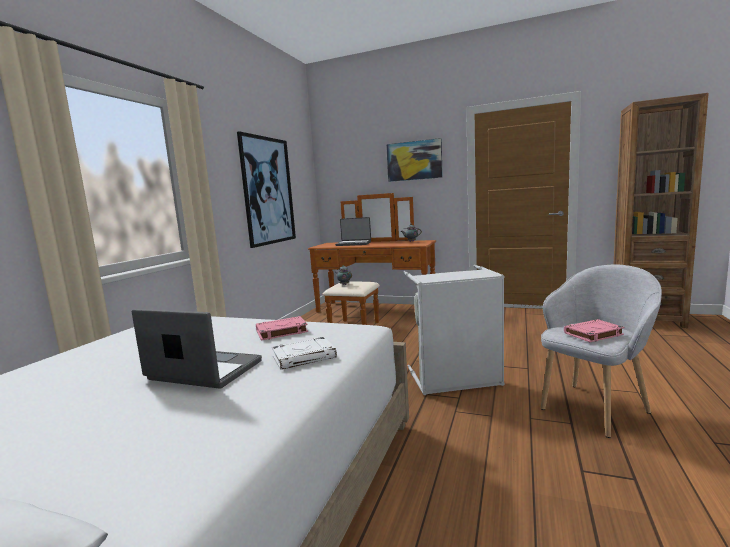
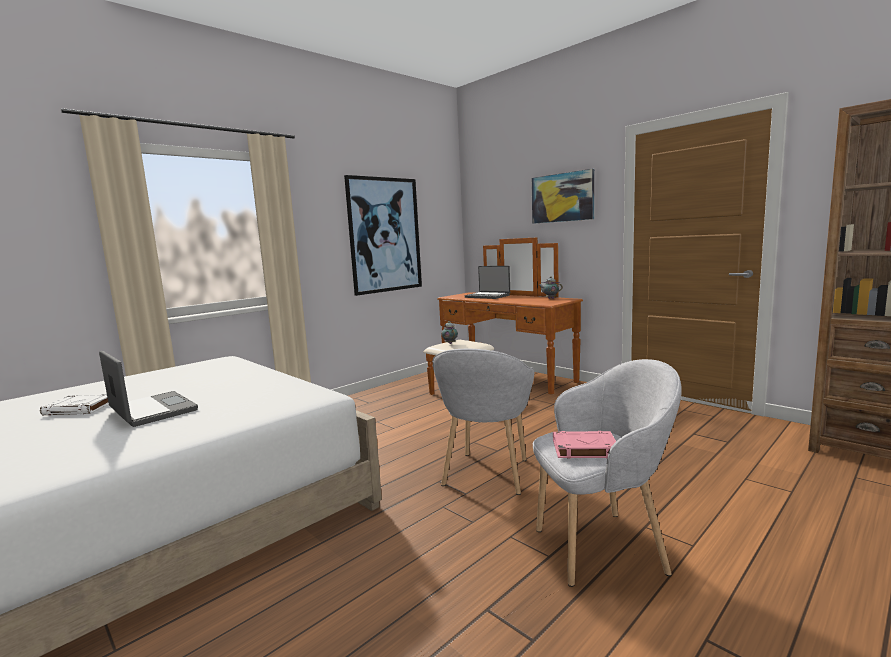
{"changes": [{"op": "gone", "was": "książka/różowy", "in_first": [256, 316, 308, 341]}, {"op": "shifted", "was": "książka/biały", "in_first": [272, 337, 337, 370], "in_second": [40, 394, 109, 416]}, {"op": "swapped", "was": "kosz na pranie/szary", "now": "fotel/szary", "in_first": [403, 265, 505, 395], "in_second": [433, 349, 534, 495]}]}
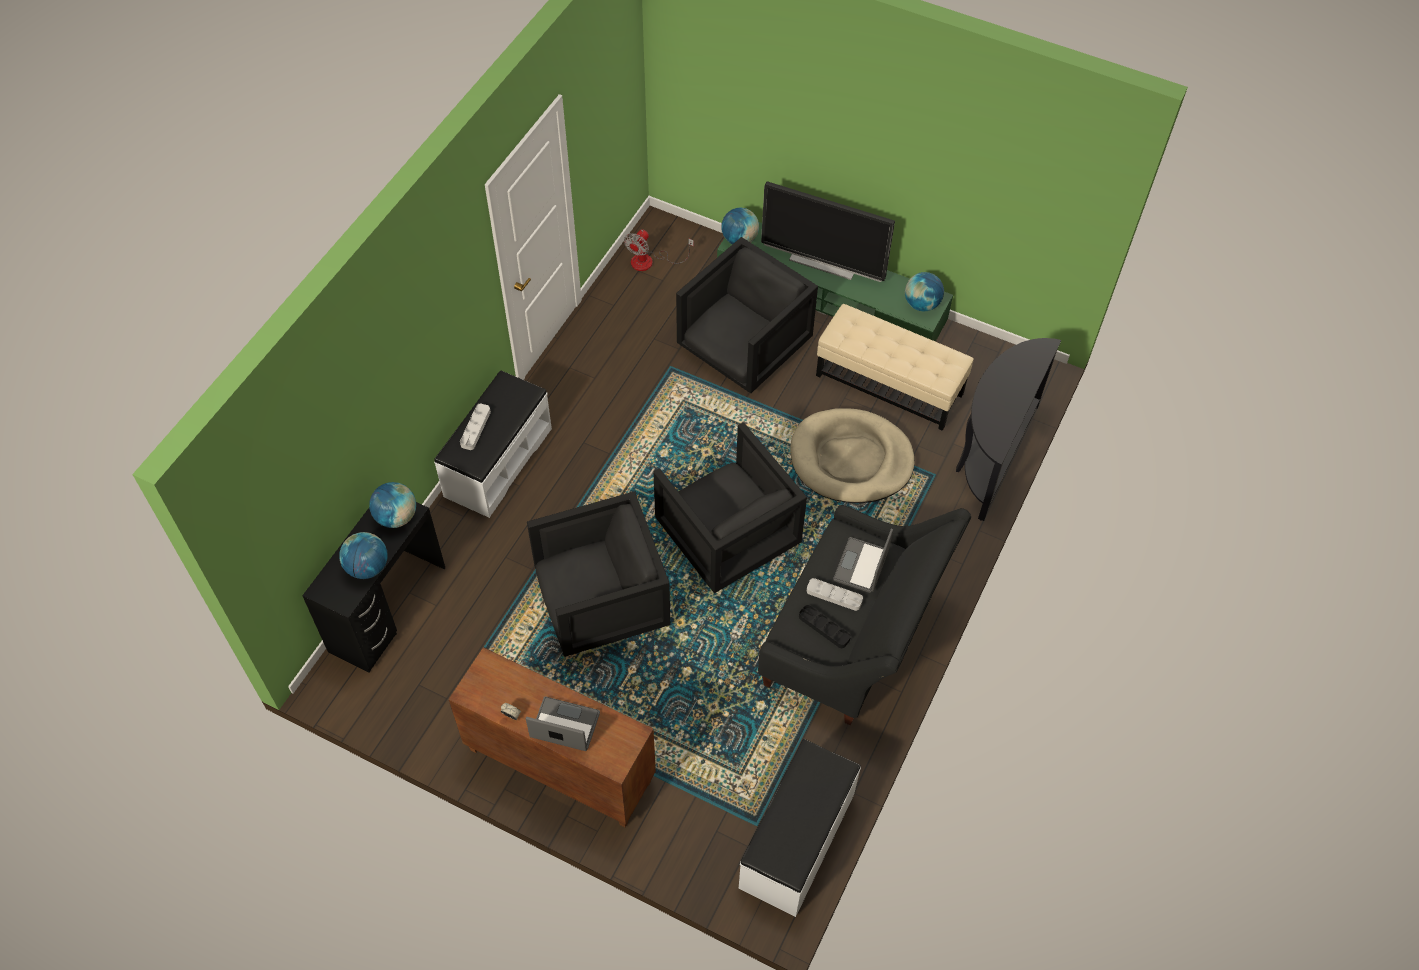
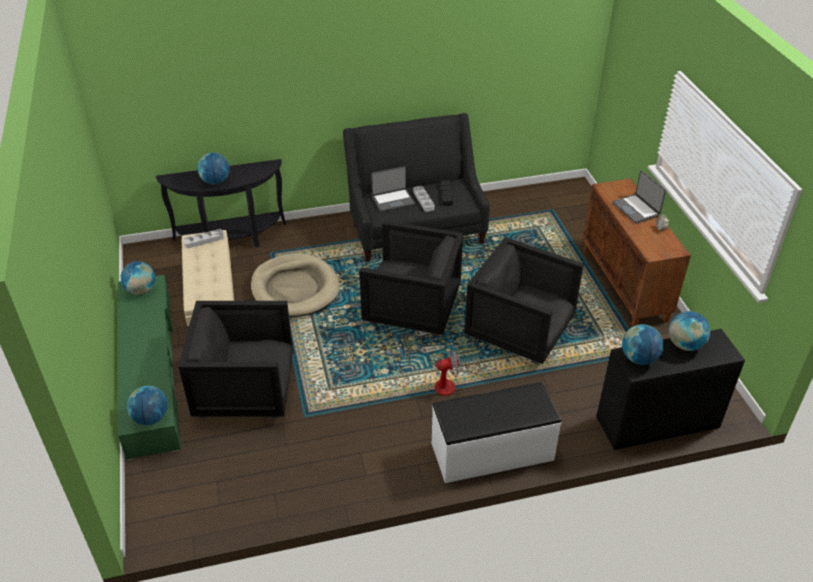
{"changes": [{"op": "gone", "was": "ławka/biały", "in_first": [739, 739, 861, 917]}, {"op": "gone", "was": "telewizor", "in_first": [761, 181, 895, 282]}, {"op": "new", "now": "globus", "in_second": [197, 152, 230, 184]}, {"op": "shifted", "was": "taca/szary", "in_first": [460, 403, 491, 450], "in_second": [183, 229, 224, 248]}, {"op": "shifted", "was": "wentylator", "in_first": [624, 229, 694, 271], "in_second": [405, 350, 461, 396]}, {"op": "rotated", "was": "fotel/czarny", "in_first": [653, 422, 807, 593], "in_second": [359, 220, 463, 336], "clockwise": 90}]}
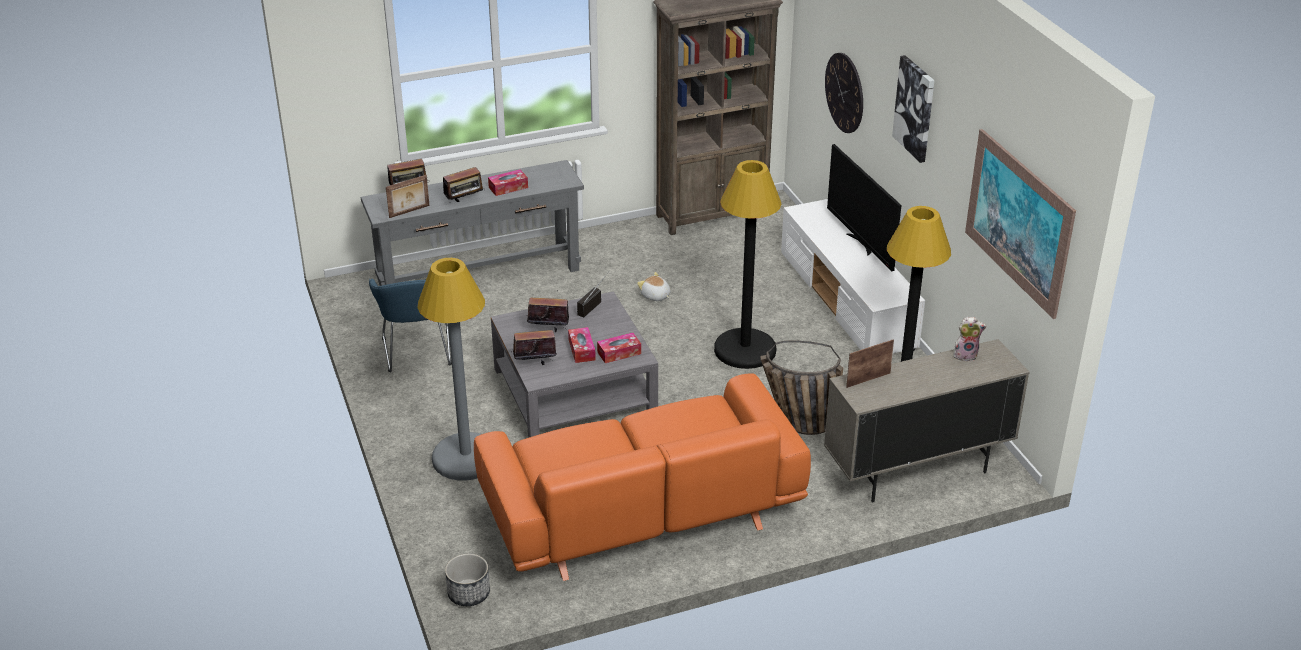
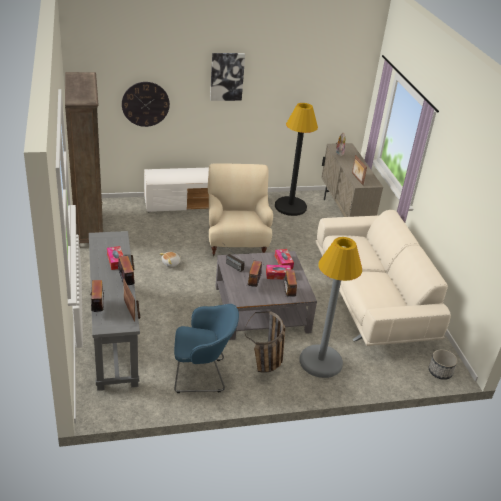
{"changes": [{"op": "gone", "was": "telewizor", "in_first": [827, 144, 901, 271]}, {"op": "gone", "was": "obraz", "in_first": [965, 129, 1076, 319]}, {"op": "shifted", "was": "koszyk", "in_first": [761, 340, 843, 435], "in_second": [245, 311, 285, 373]}, {"op": "swapped", "was": "lampa stojąca/czarny", "now": "fotel/beżowy", "in_first": [714, 160, 781, 369], "in_second": [208, 163, 273, 257]}, {"op": "repainted", "was": "kanapa/pomarańczowy", "now": "kanapa/beżowy", "in_first": [474, 373, 811, 581], "in_second": [316, 210, 451, 346]}]}
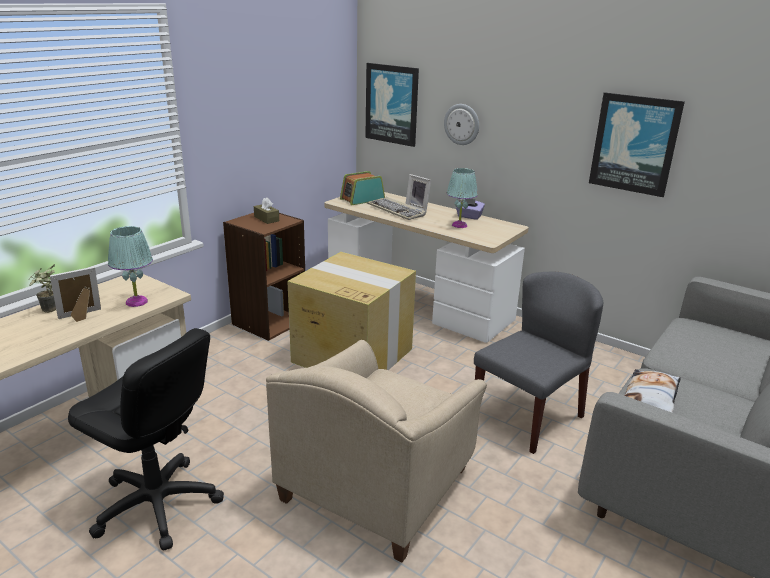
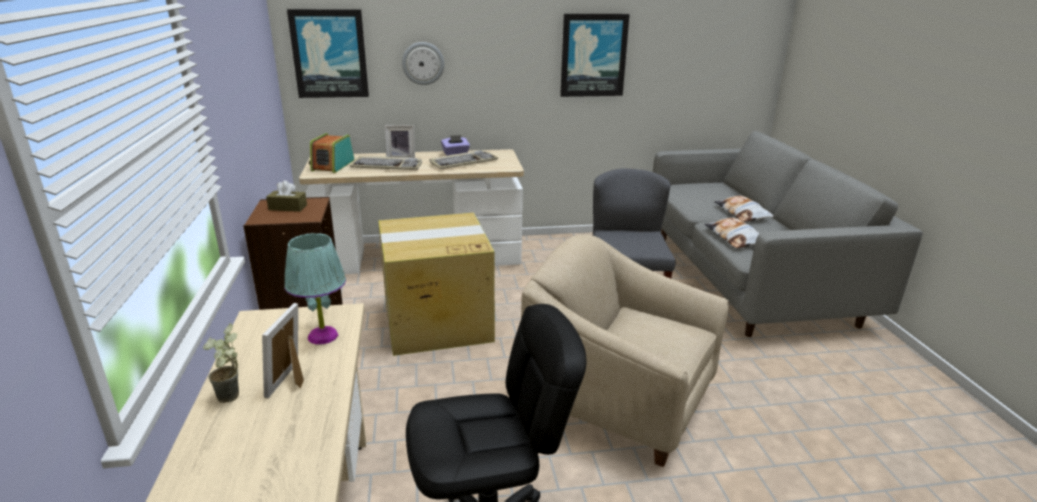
{"changes": [{"op": "new", "now": "poduszka", "in_second": [715, 196, 774, 222]}, {"op": "swapped", "was": "lampa stołowa/turkusowy", "now": "klawiatura", "in_first": [447, 168, 478, 228], "in_second": [430, 150, 498, 169]}, {"op": "rotated", "was": "fotel/beżowy", "in_first": [266, 340, 487, 562], "in_second": [521, 234, 729, 467], "clockwise": 135}]}
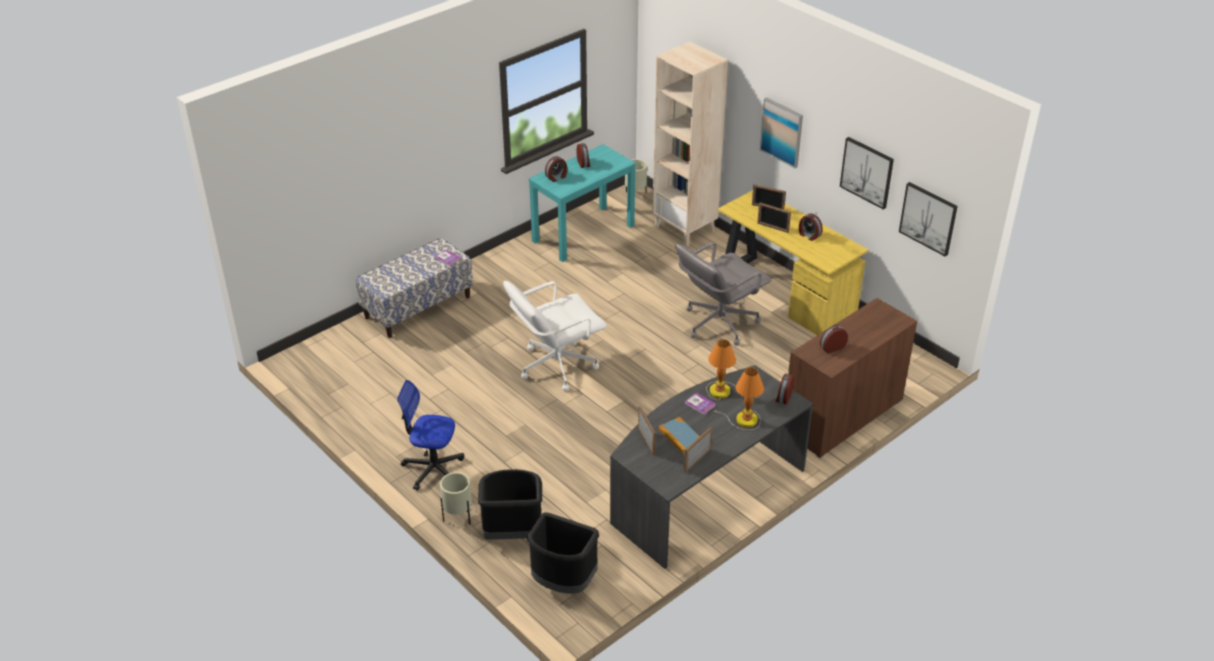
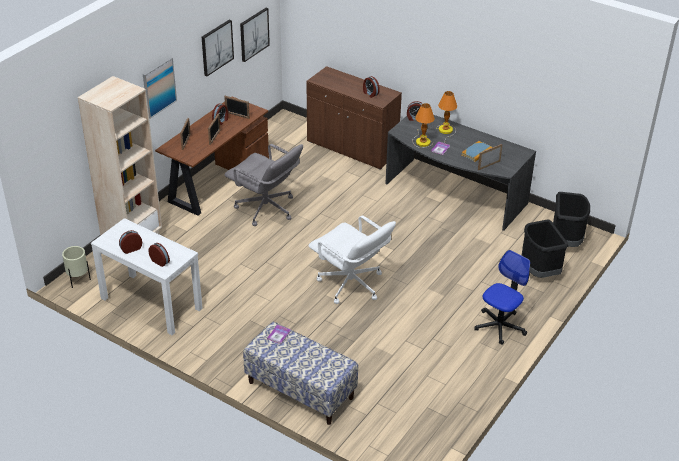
{"changes": [{"op": "gone", "was": "donica/beżowy", "in_first": [440, 472, 472, 524]}, {"op": "shifted", "was": "ramka na zdjęcie", "in_first": [684, 427, 712, 473], "in_second": [224, 96, 250, 119]}, {"op": "repainted", "was": "stolik konsolowy/turkusowy", "now": "stolik konsolowy/biały", "in_first": [529, 144, 636, 262], "in_second": [91, 218, 203, 335]}, {"op": "repainted", "was": "biurko/żółty", "now": "biurko/brązowy", "in_first": [717, 190, 868, 335], "in_second": [155, 97, 269, 216]}, {"op": "rotated", "was": "krzesło biurowe", "in_first": [397, 380, 464, 491], "in_second": [474, 250, 530, 345], "clockwise": -135}]}
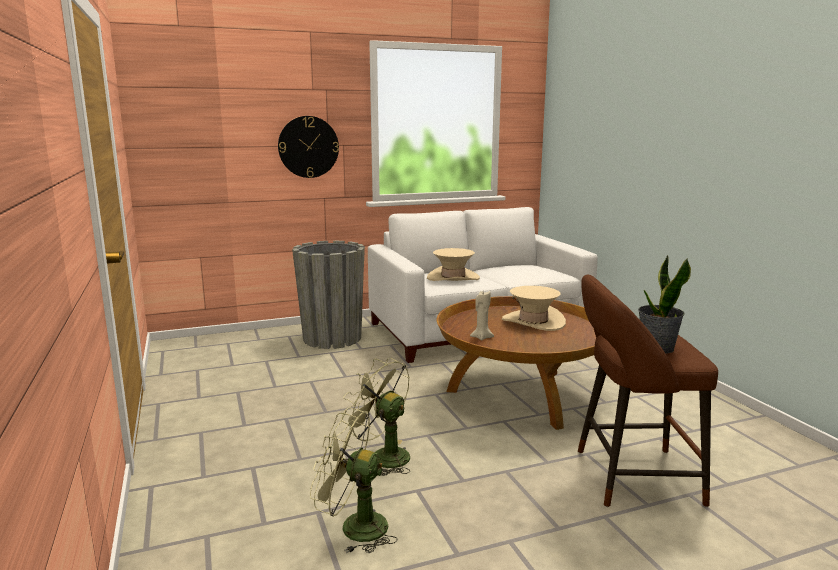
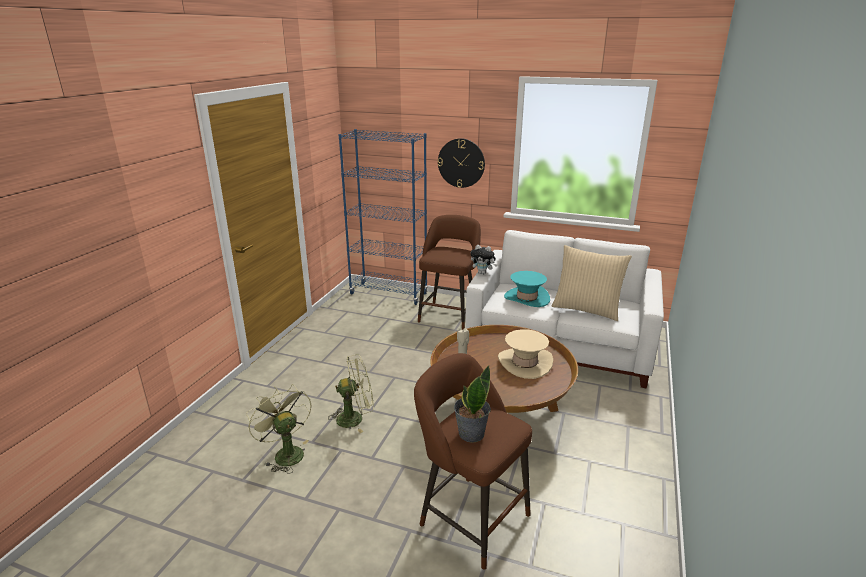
{"changes": [{"op": "new", "now": "regał/niebieski", "in_second": [338, 129, 428, 305]}, {"op": "new", "now": "pluszak", "in_second": [471, 245, 497, 274]}, {"op": "new", "now": "poduszka/beżowy", "in_second": [552, 245, 632, 321]}, {"op": "swapped", "was": "donica/szary", "now": "stołek/brązowy", "in_first": [292, 240, 365, 349], "in_second": [418, 215, 481, 330]}, {"op": "repainted", "was": "kapelusz/beżowy", "now": "kapelusz/turkusowy", "in_first": [427, 248, 480, 281], "in_second": [504, 271, 550, 307]}, {"op": "rotated", "was": "wentylator/zielony", "in_first": [341, 358, 410, 476], "in_second": [328, 354, 374, 433], "clockwise": 90}]}
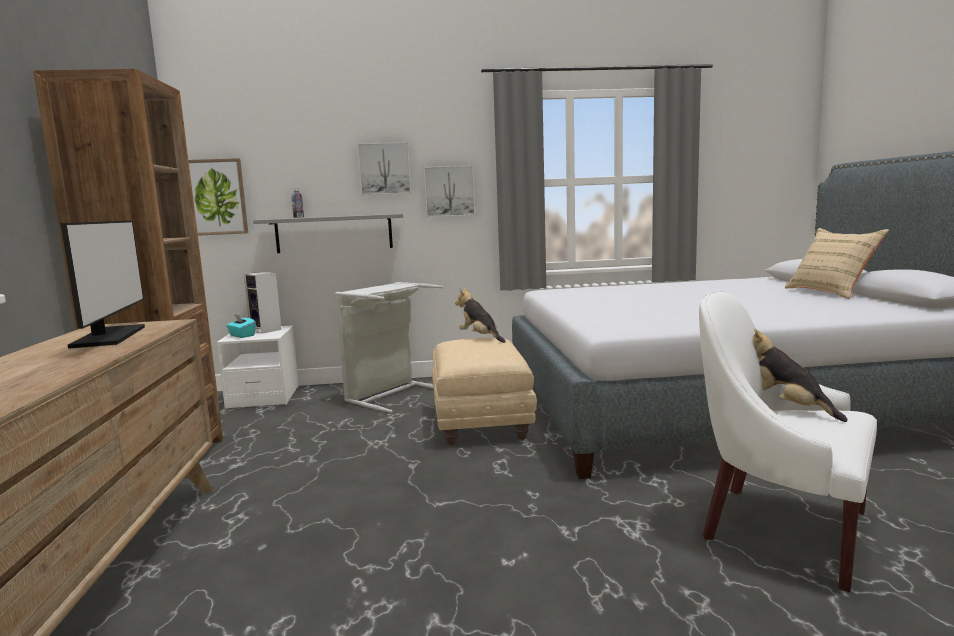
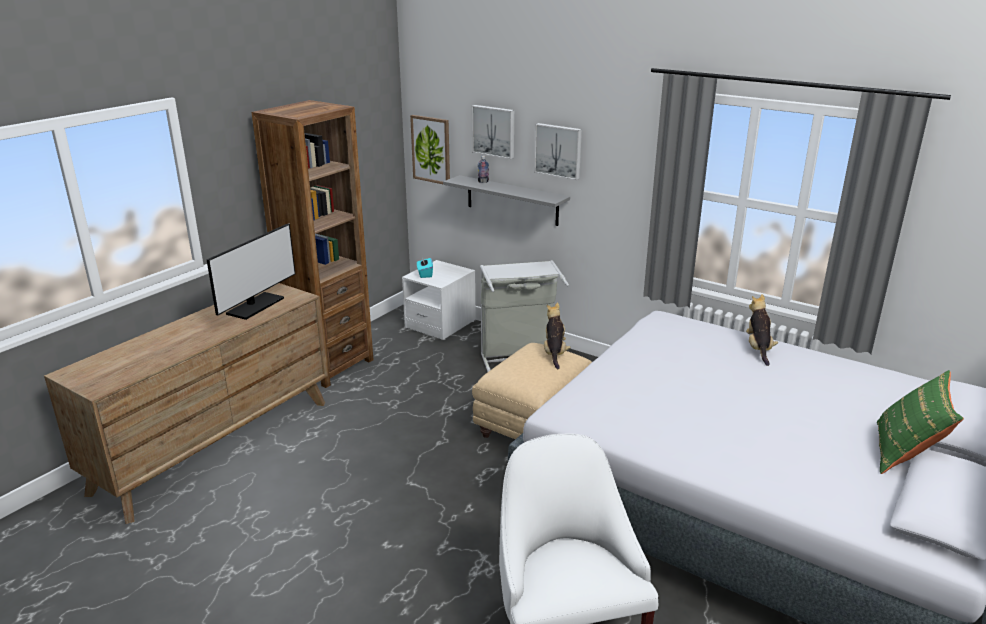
{"changes": [{"op": "gone", "was": "głośnik", "in_first": [244, 272, 282, 334]}, {"op": "shifted", "was": "obraz", "in_first": [424, 165, 475, 217], "in_second": [472, 105, 514, 159]}, {"op": "shifted", "was": "pluszak", "in_first": [753, 328, 848, 422], "in_second": [746, 294, 778, 366]}, {"op": "repainted", "was": "poduszka/beżowy", "now": "poduszka/zielony", "in_first": [785, 228, 889, 299], "in_second": [877, 370, 964, 474]}]}
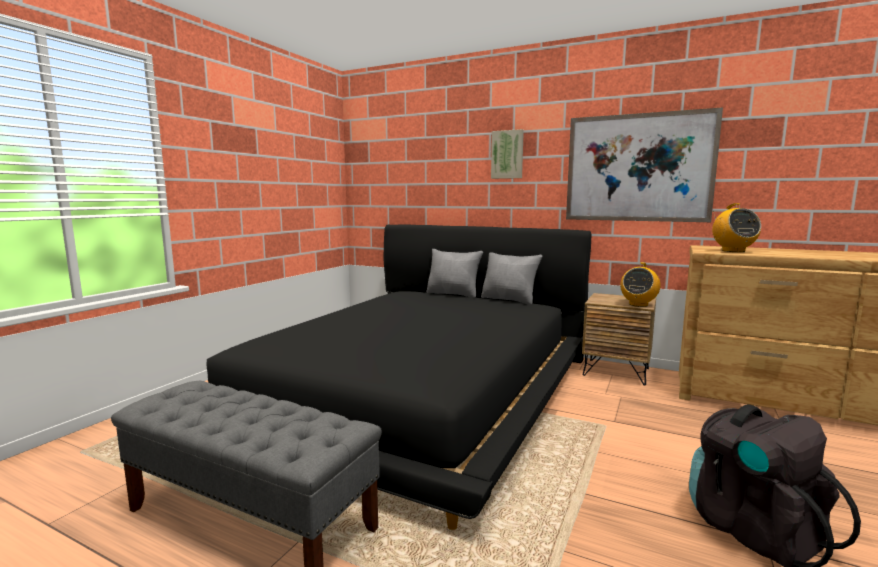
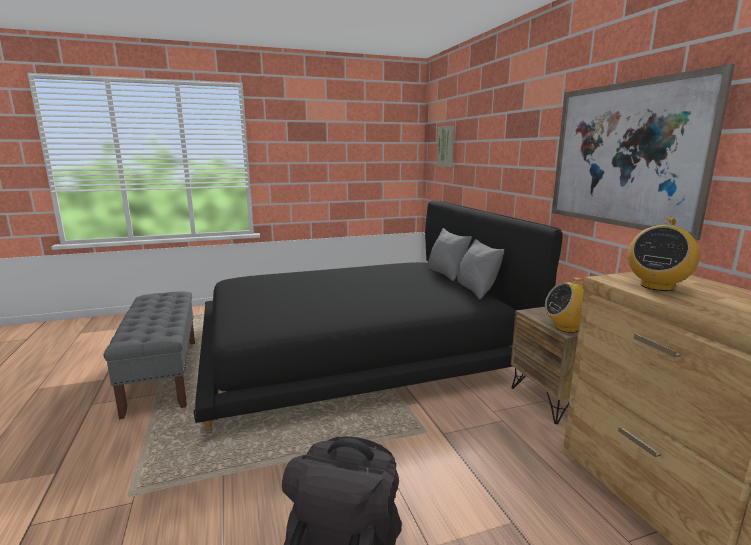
{"changes": [{"op": "shifted", "was": "obraz", "in_first": [491, 129, 524, 179], "in_second": [437, 126, 454, 167]}]}
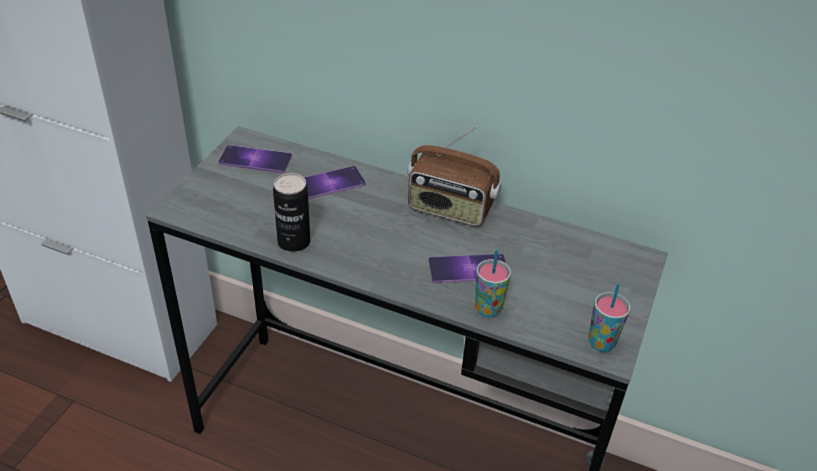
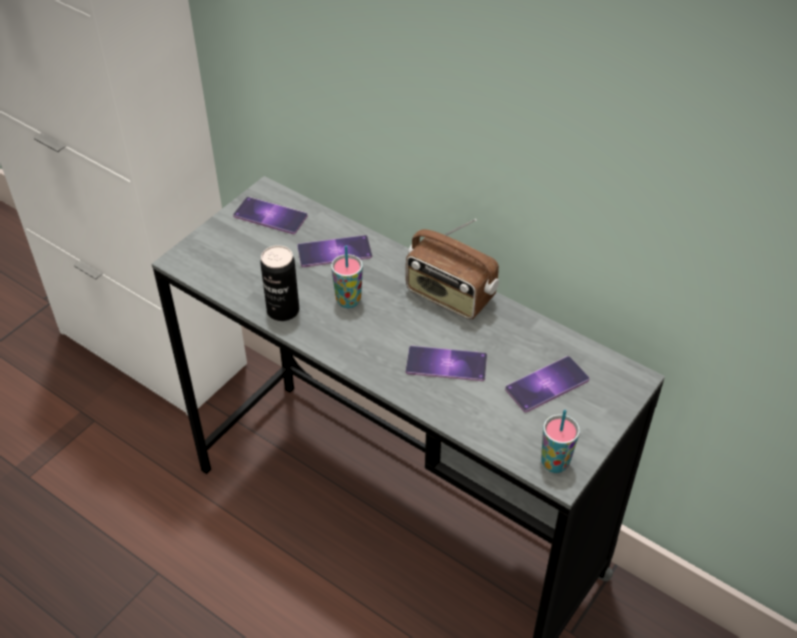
{"changes": [{"op": "new", "now": "telefon", "in_second": [505, 356, 590, 412]}, {"op": "shifted", "was": "filiżanka", "in_first": [475, 250, 511, 318], "in_second": [331, 245, 363, 308]}]}
